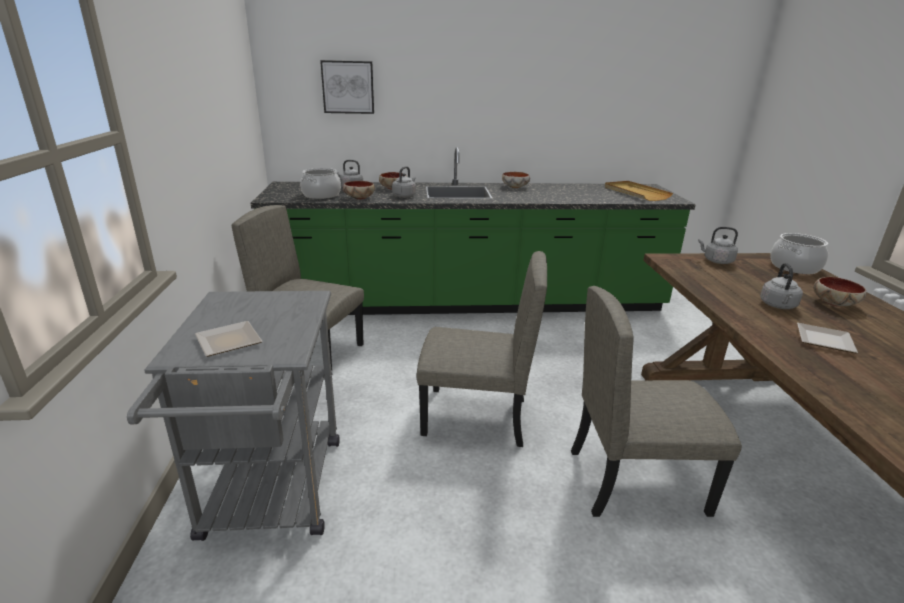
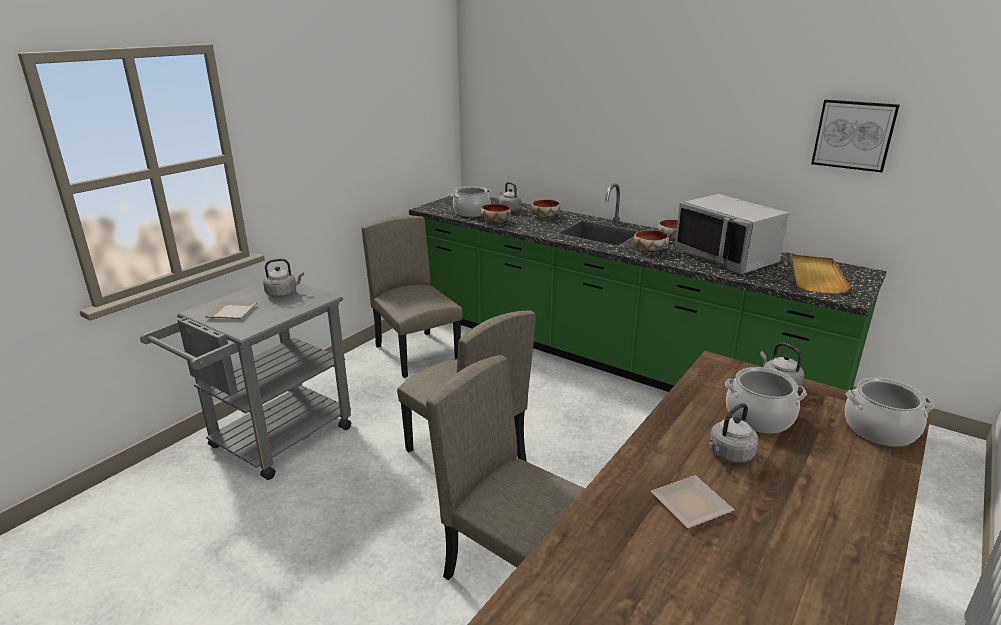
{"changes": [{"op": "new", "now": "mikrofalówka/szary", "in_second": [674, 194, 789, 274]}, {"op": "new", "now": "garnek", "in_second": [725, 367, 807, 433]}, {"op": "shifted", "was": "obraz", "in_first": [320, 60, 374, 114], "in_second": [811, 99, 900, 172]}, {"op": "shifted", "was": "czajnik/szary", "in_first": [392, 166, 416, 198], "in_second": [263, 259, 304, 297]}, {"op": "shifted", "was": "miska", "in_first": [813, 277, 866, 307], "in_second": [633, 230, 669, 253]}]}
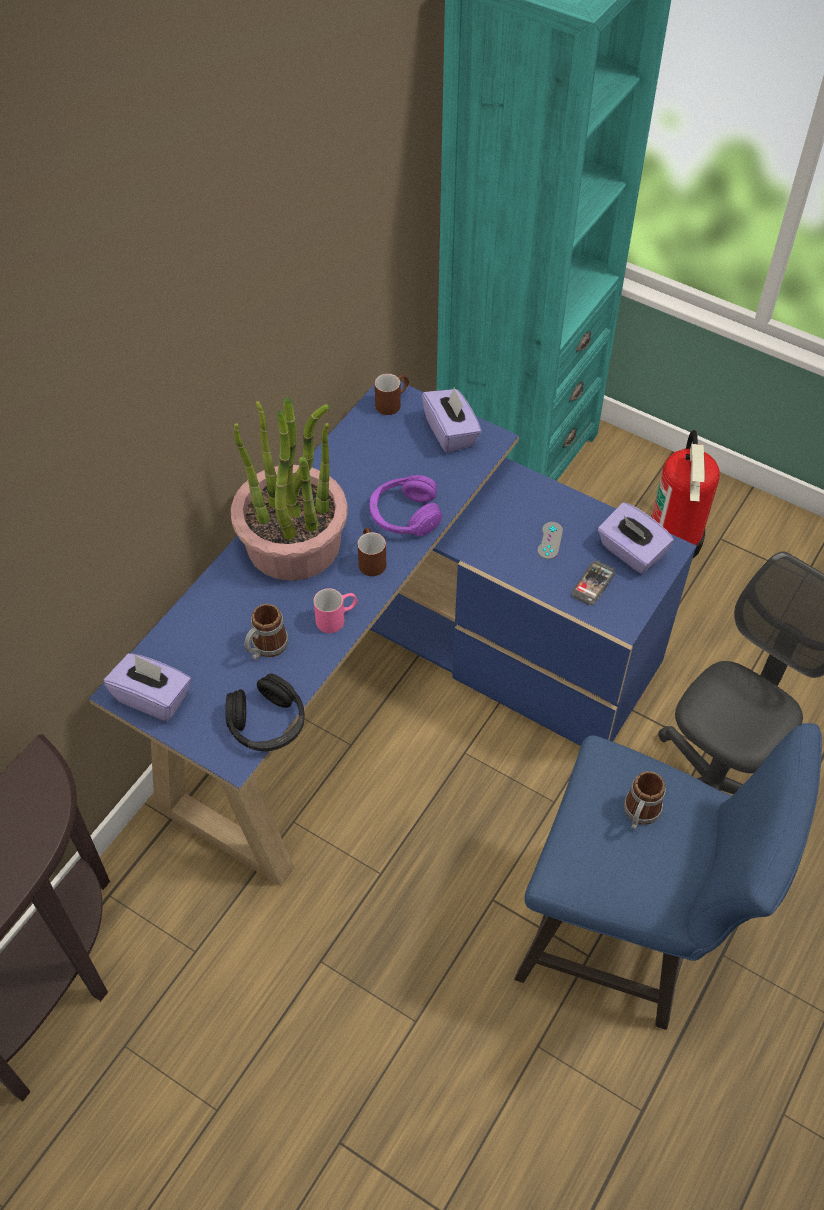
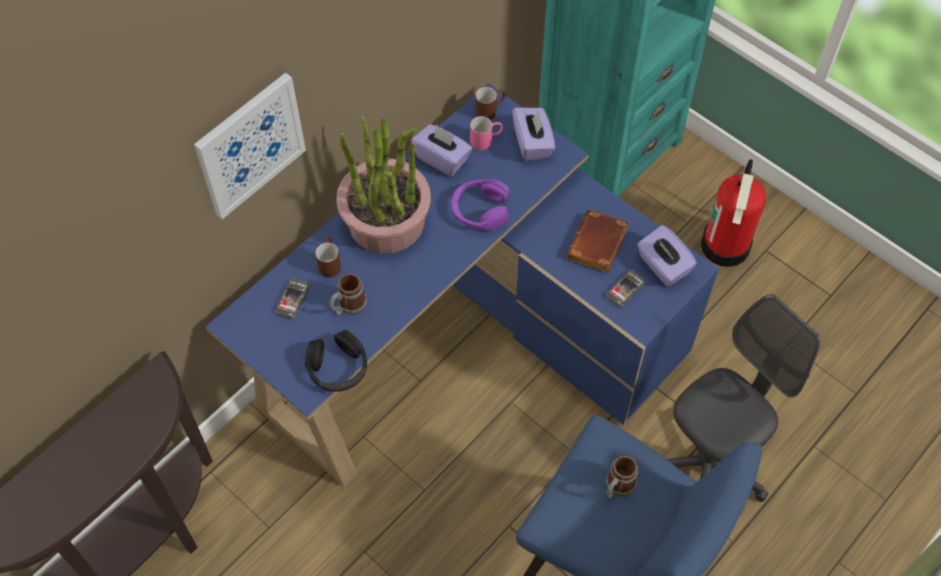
{"changes": [{"op": "new", "now": "obraz", "in_second": [194, 73, 306, 219]}, {"op": "new", "now": "telefon", "in_second": [275, 278, 310, 319]}, {"op": "shifted", "was": "pudełko chusteczek/fioletowy", "in_first": [104, 653, 191, 722], "in_second": [411, 124, 472, 176]}, {"op": "shifted", "was": "kubek/różowy", "in_first": [314, 588, 358, 633], "in_second": [470, 116, 503, 150]}, {"op": "shifted", "was": "kubek/brązowy", "in_first": [357, 527, 386, 576], "in_second": [315, 237, 341, 277]}, {"op": "swapped", "was": "pad do gier/szary", "now": "książka/brązowy", "in_first": [538, 522, 563, 559], "in_second": [566, 209, 629, 273]}]}
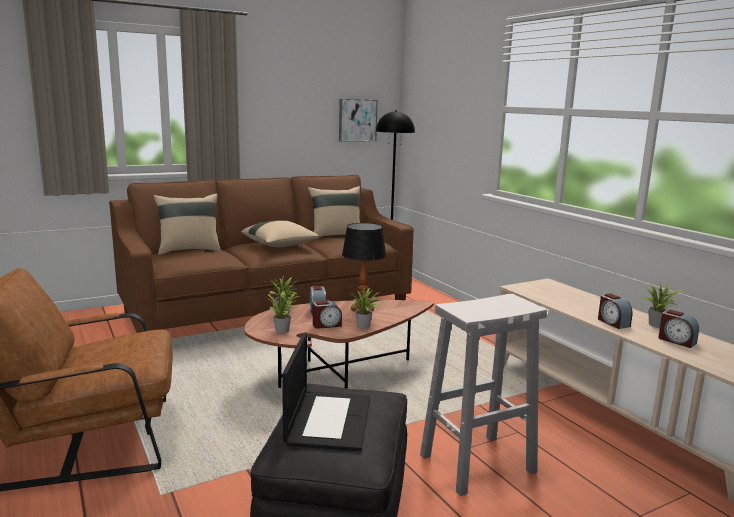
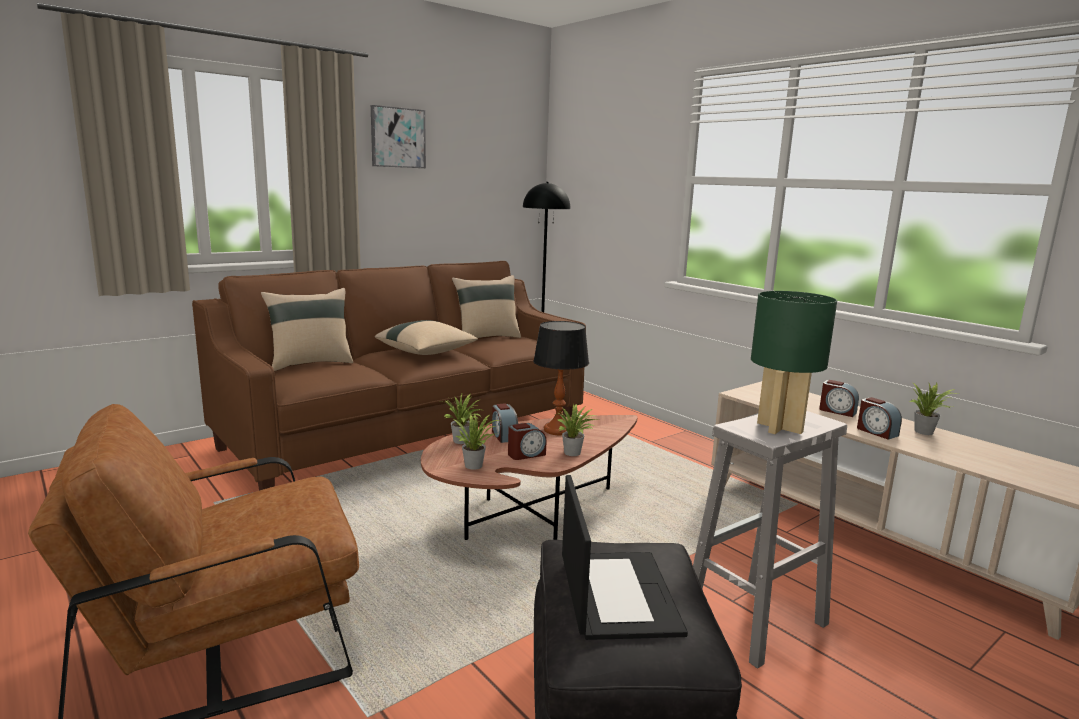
{"changes": [{"op": "new", "now": "lampa stołowa/zielony", "in_second": [751, 291, 837, 434]}, {"op": "shifted", "was": "obraz", "in_first": [339, 99, 378, 142], "in_second": [371, 105, 426, 168]}, {"op": "shifted", "was": "budzik", "in_first": [658, 310, 699, 348], "in_second": [819, 380, 859, 417]}]}
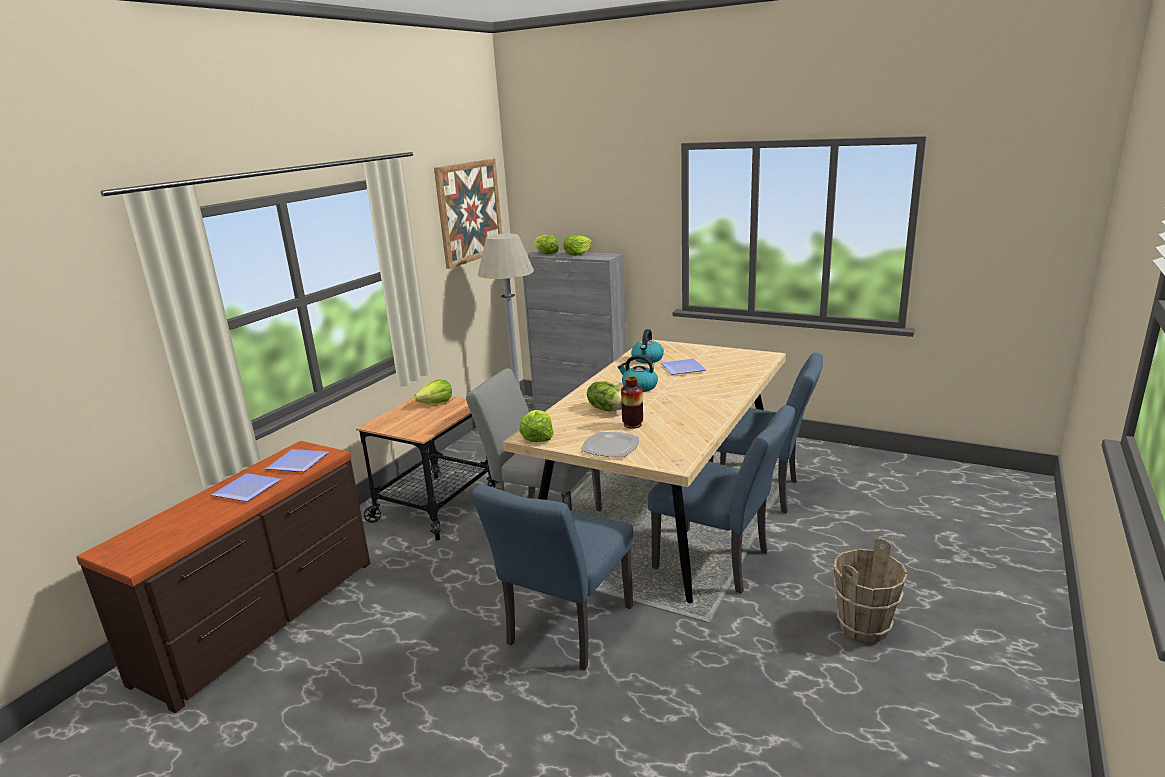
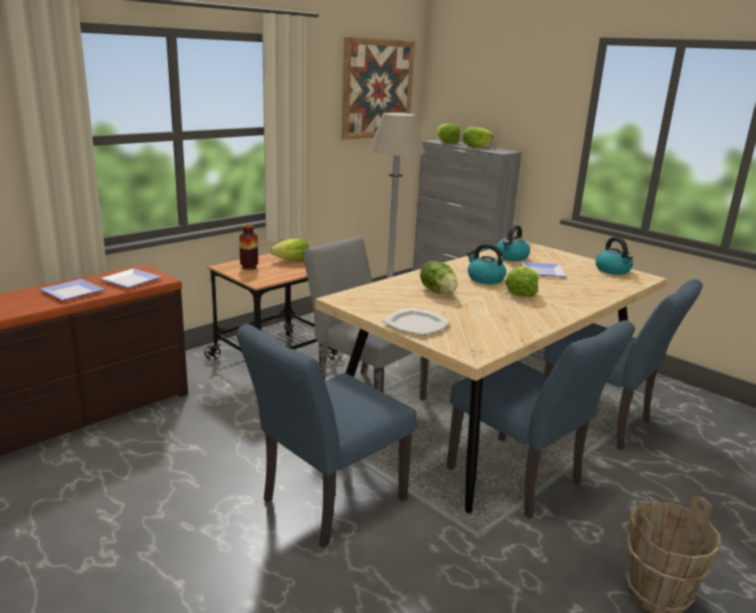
{"changes": [{"op": "new", "now": "czajnik", "in_second": [596, 237, 633, 275]}, {"op": "shifted", "was": "sałata", "in_first": [519, 410, 554, 442], "in_second": [505, 267, 538, 297]}, {"op": "shifted", "was": "wazon", "in_first": [621, 376, 643, 429], "in_second": [239, 225, 258, 270]}]}
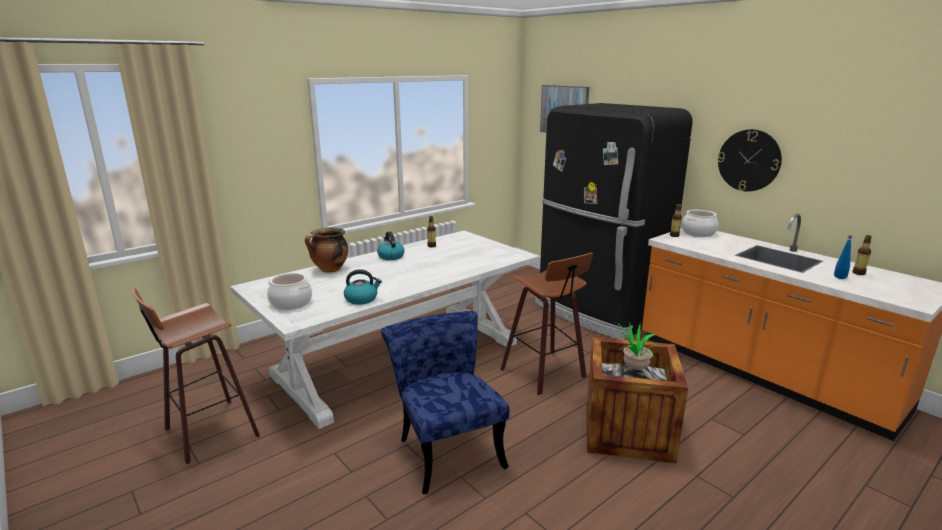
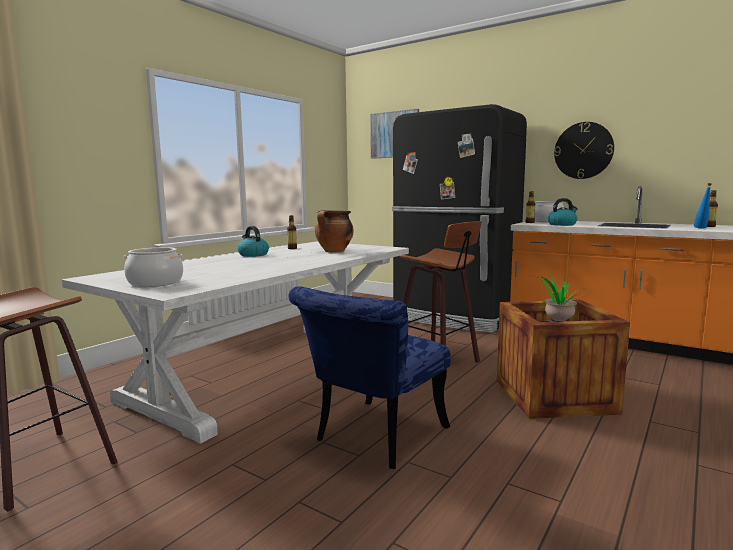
{"changes": [{"op": "shifted", "was": "garnek", "in_first": [305, 227, 348, 273], "in_second": [315, 210, 354, 252]}, {"op": "shifted", "was": "czajnik", "in_first": [344, 269, 382, 305], "in_second": [548, 198, 578, 226]}, {"op": "rotated", "was": "krzesło/niebieski", "in_first": [381, 311, 509, 494], "in_second": [288, 286, 451, 469], "clockwise": -105}]}
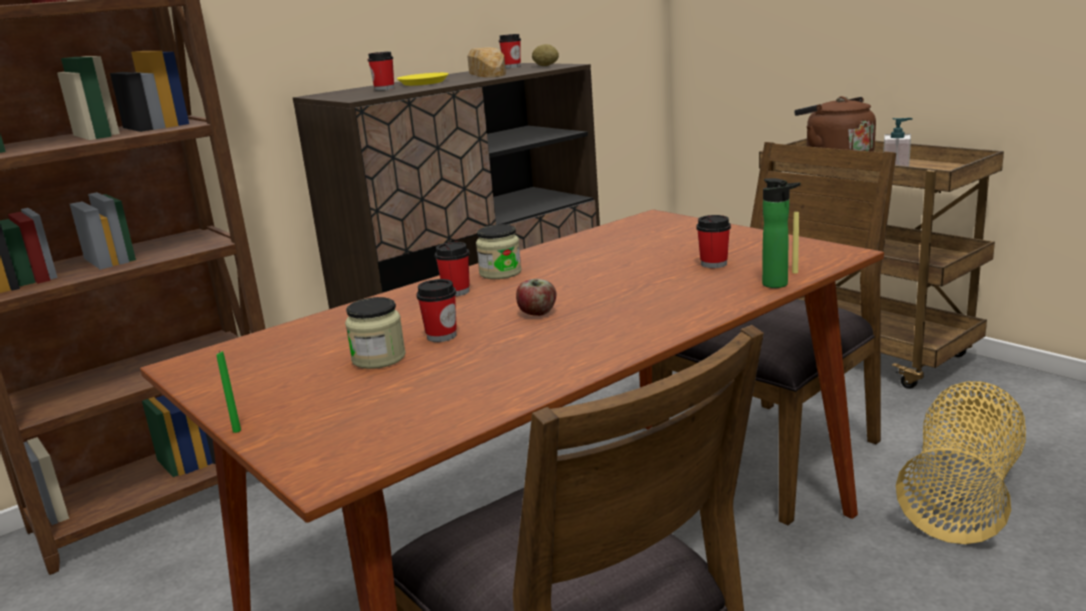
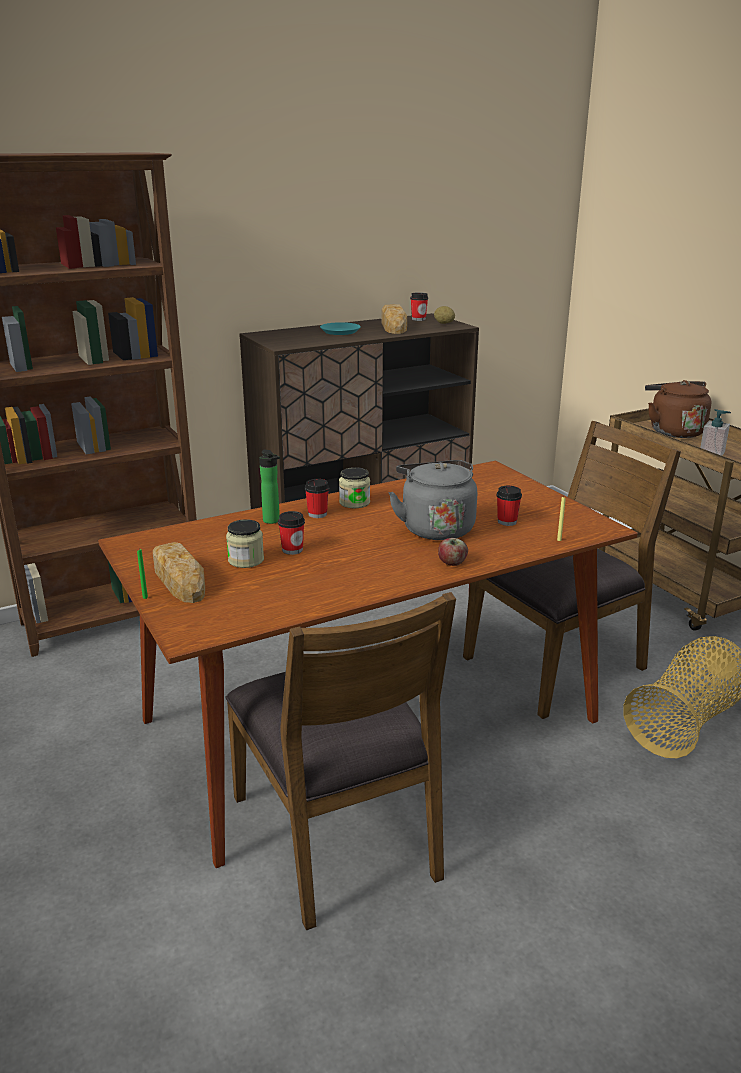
{"changes": [{"op": "gone", "was": "filiżanka", "in_first": [368, 52, 394, 91]}, {"op": "new", "now": "chleb", "in_second": [153, 542, 205, 603]}, {"op": "new", "now": "czajnik/szary", "in_second": [388, 460, 477, 540]}, {"op": "shifted", "was": "jabłko", "in_first": [516, 279, 556, 316], "in_second": [438, 538, 468, 566]}, {"op": "shifted", "was": "butelka", "in_first": [762, 178, 801, 288], "in_second": [259, 450, 280, 524]}, {"op": "repainted", "was": "talerz/żółty", "now": "talerz/turkusowy", "in_first": [397, 73, 448, 86], "in_second": [320, 322, 361, 335]}]}
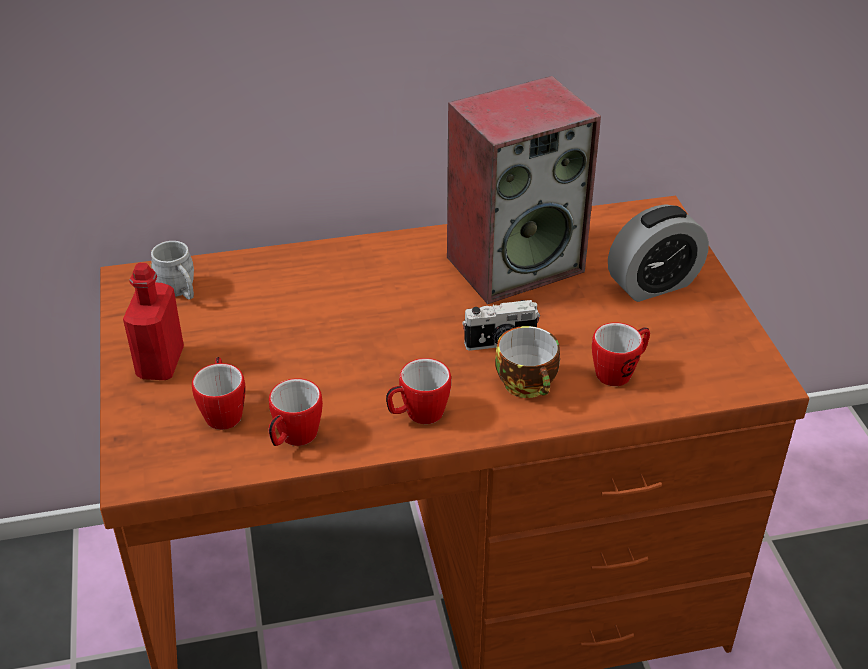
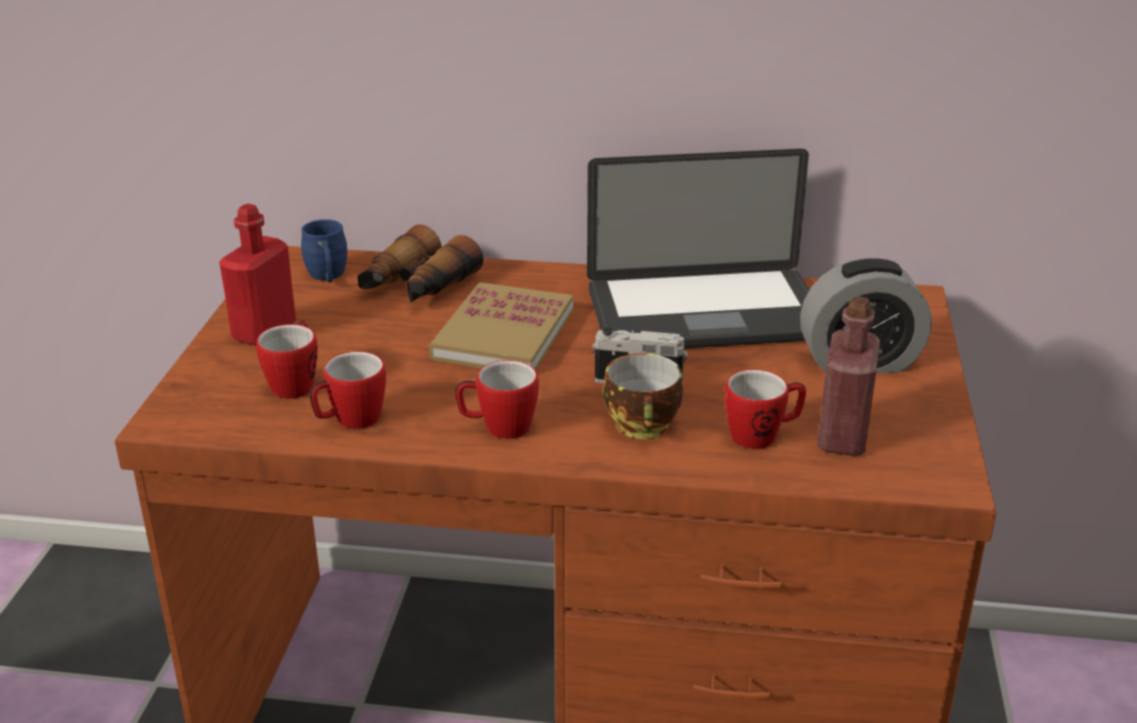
{"changes": [{"op": "new", "now": "lornetka", "in_second": [358, 225, 483, 302]}, {"op": "new", "now": "książka", "in_second": [429, 282, 573, 370]}, {"op": "new", "now": "butelka/czerwony", "in_second": [817, 296, 880, 456]}, {"op": "swapped", "was": "głośnik", "now": "laptop", "in_first": [447, 76, 601, 304], "in_second": [587, 149, 809, 348]}, {"op": "repainted", "was": "kubek/szary", "now": "kubek/niebieski", "in_first": [150, 241, 194, 300], "in_second": [300, 219, 347, 283]}]}
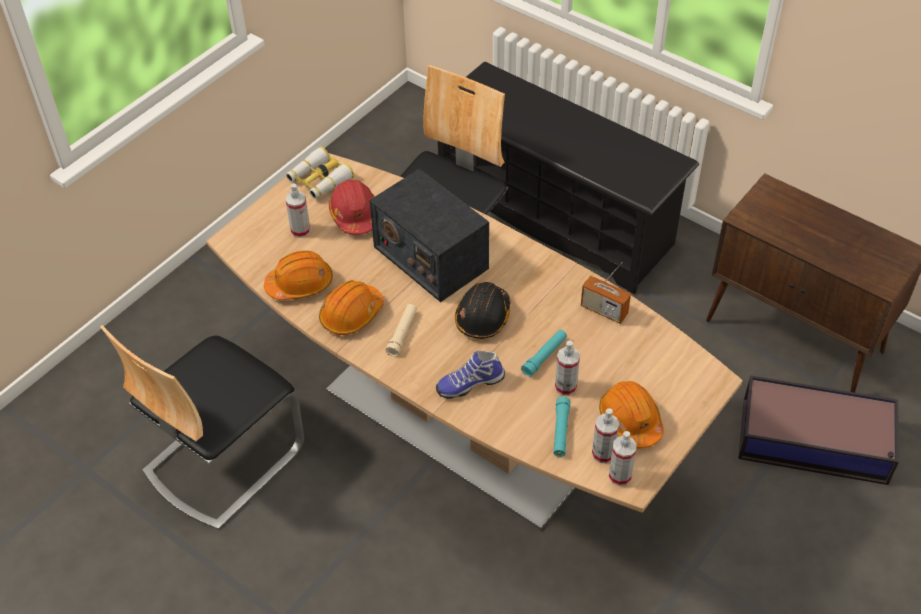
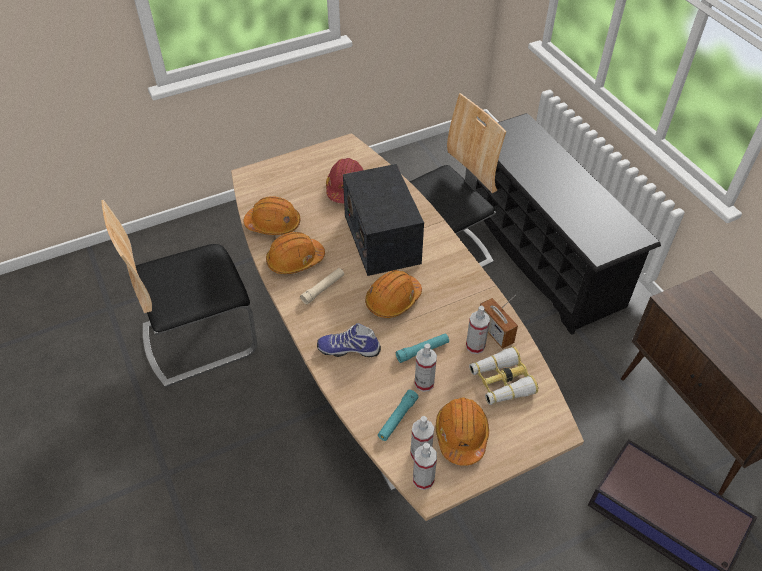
{"changes": [{"op": "shifted", "was": "lornetka", "in_first": [286, 147, 354, 199], "in_second": [469, 346, 538, 405]}, {"op": "shifted", "was": "spryskiwacz", "in_first": [286, 183, 310, 238], "in_second": [466, 306, 490, 354]}, {"op": "repainted", "was": "kask/czarny", "now": "kask/pomarańczowy", "in_first": [455, 282, 510, 339], "in_second": [365, 270, 422, 318]}]}
